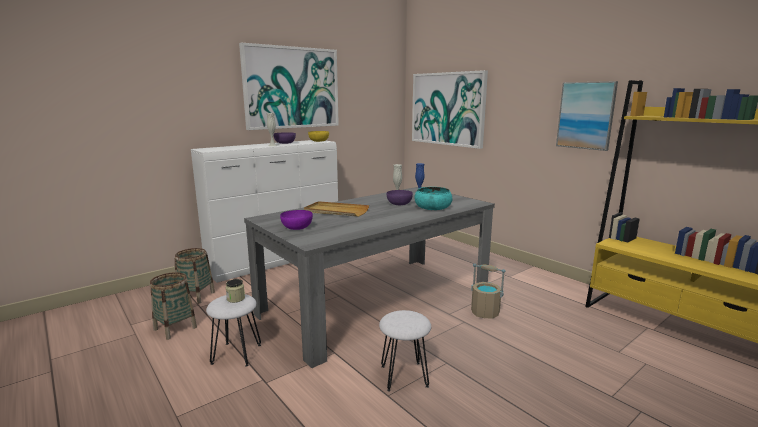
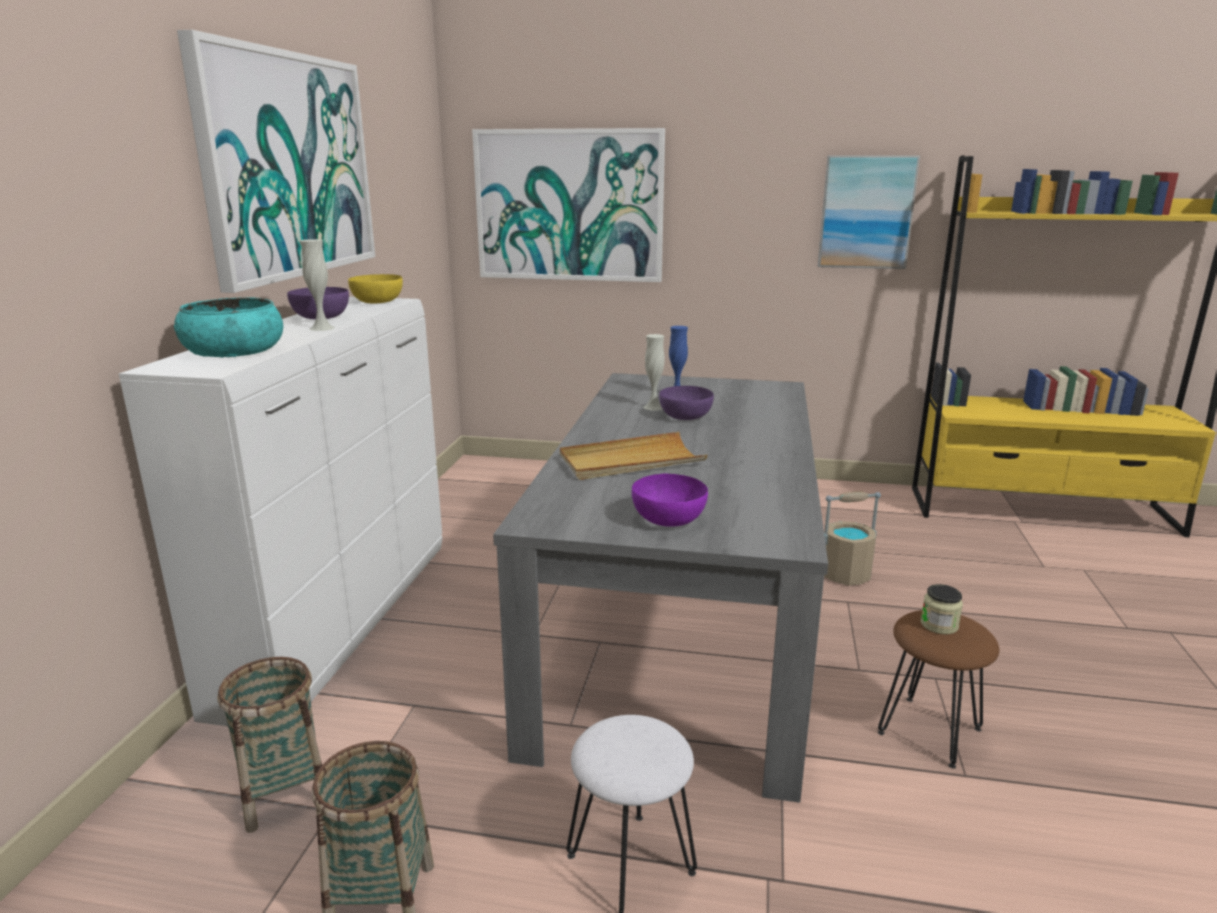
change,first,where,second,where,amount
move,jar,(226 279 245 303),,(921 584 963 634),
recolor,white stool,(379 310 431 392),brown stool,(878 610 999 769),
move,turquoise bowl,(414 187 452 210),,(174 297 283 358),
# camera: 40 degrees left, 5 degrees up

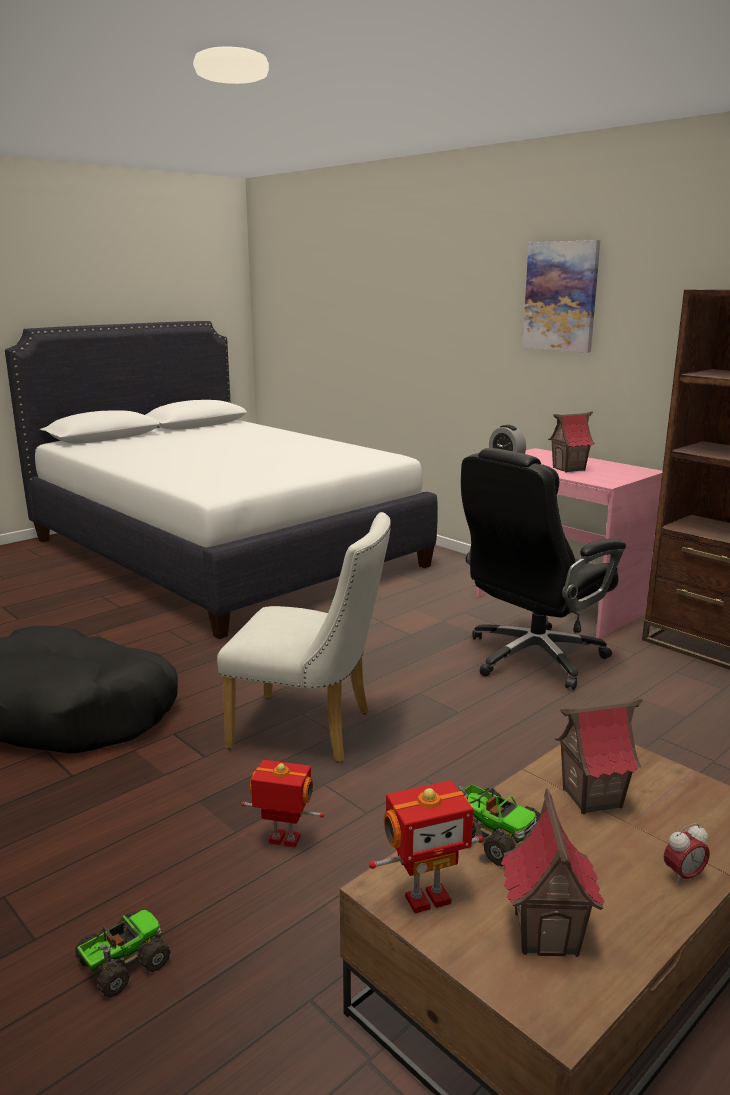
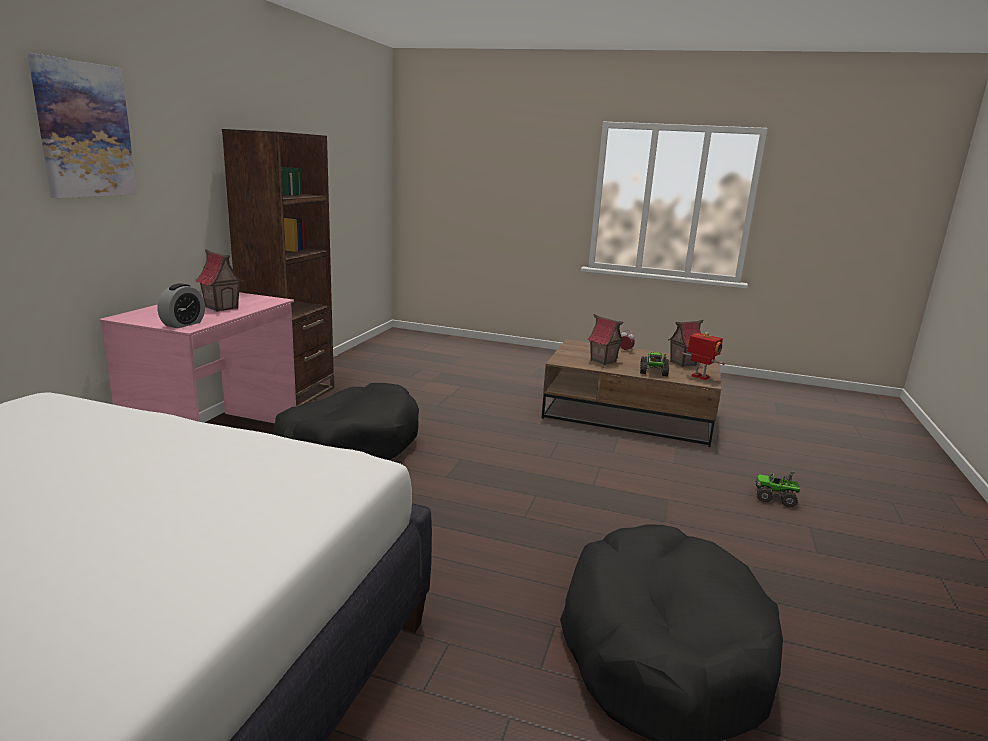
change,first,where,second,where,amount
delete,white chair,(217 512 391 763),,,
delete,toy robot,(241 760 325 847),,,
replace,black office chair,(461 448 626 690),black dog bed,(274 383 419 460),
# camera: 120 degrees left, 0 degrees up

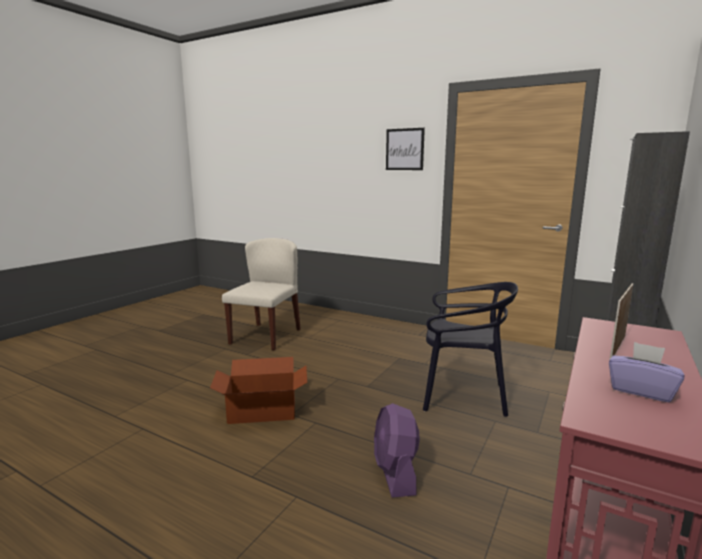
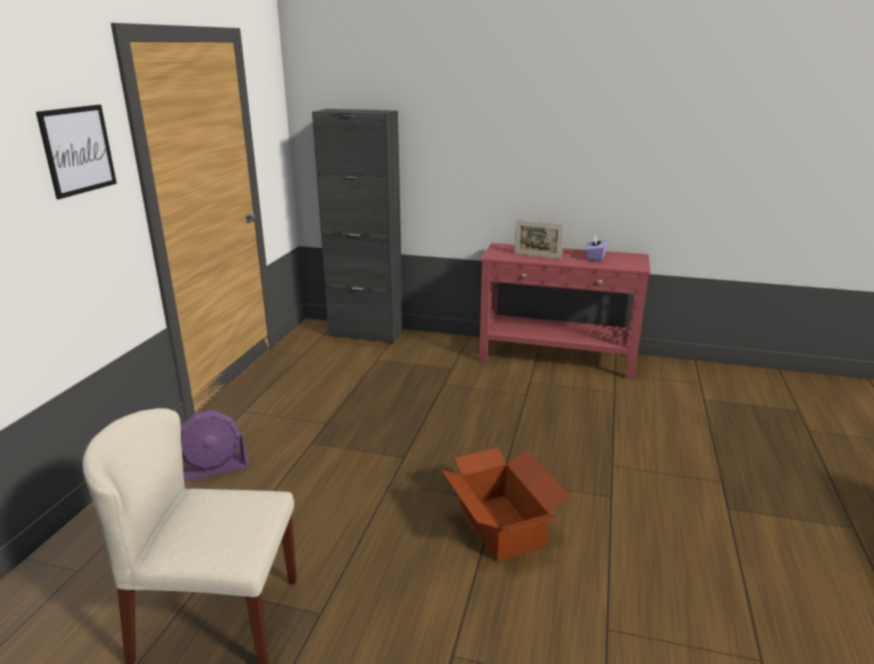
change,first,where,second,where,amount
move,purple fan,(374 403 420 498),,(181 410 249 482),
delete,black chair,(423 282 518 417),,,
# camera: 105 degrees left, 10 degrees up

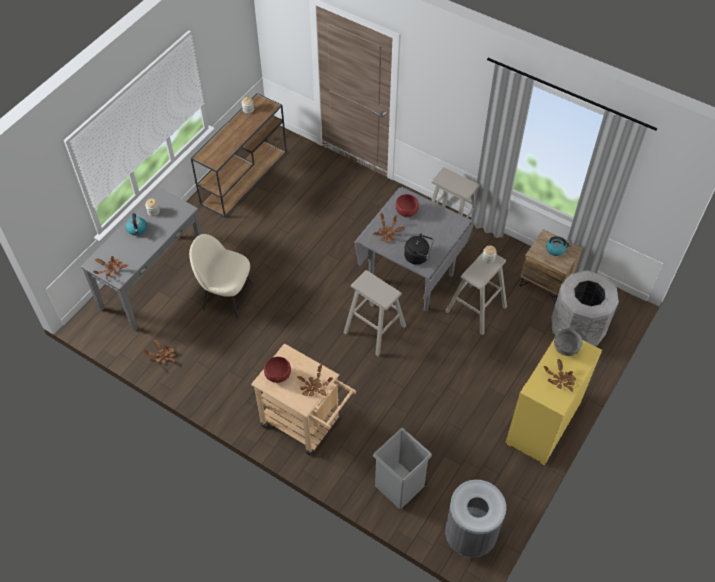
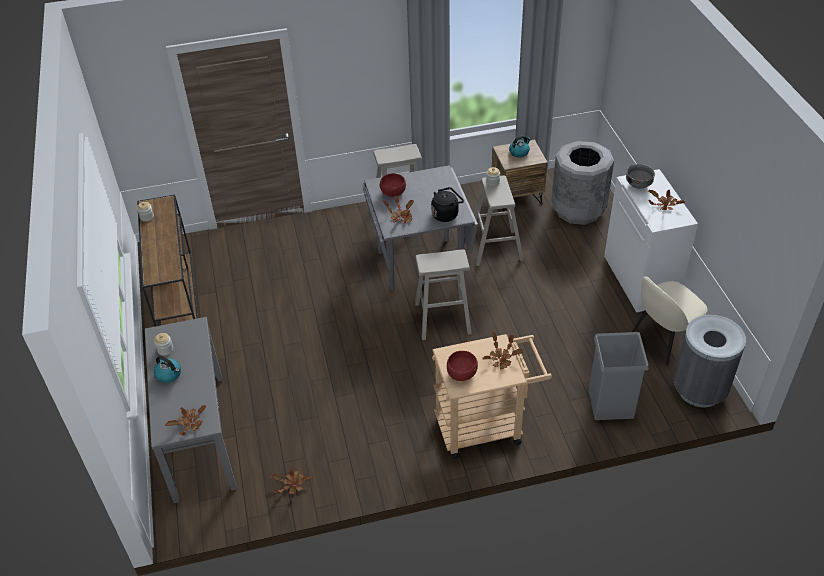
change,first,where,second,where,amount
move,beige chair,(189 234 253 319),,(632 276 708 366),
recolor,yellow cabinet,(506 329 602 466),white cabinet,(604 169 698 313),
# camera: 45 degrees left, 10 degrees down

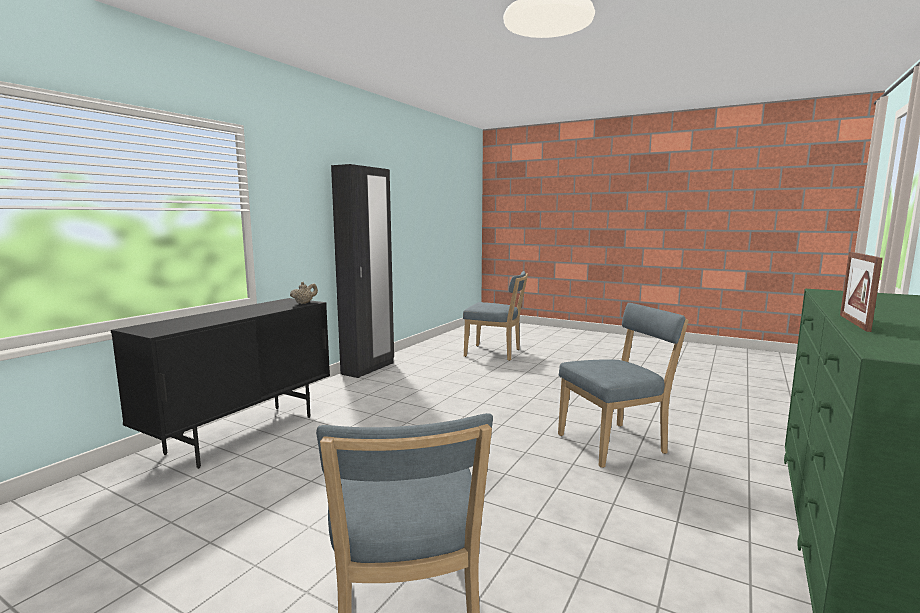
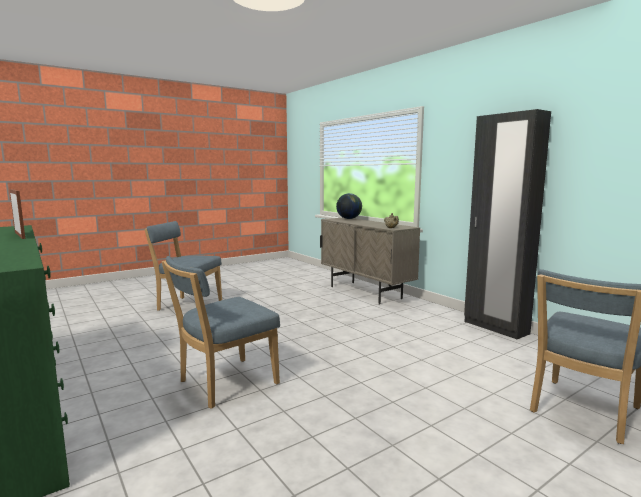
change,first,where,second,where,amount
recolor,black cabinet,(111 298 330 469),beige cabinet,(320 218 420 305),
rotate,blue chair,(558 303 689 468),,(162 256 280 409),45 degrees clockwise
insert,,,globe,(336 193 362 219),
# camera: 115 degrees right, 0 degrees up

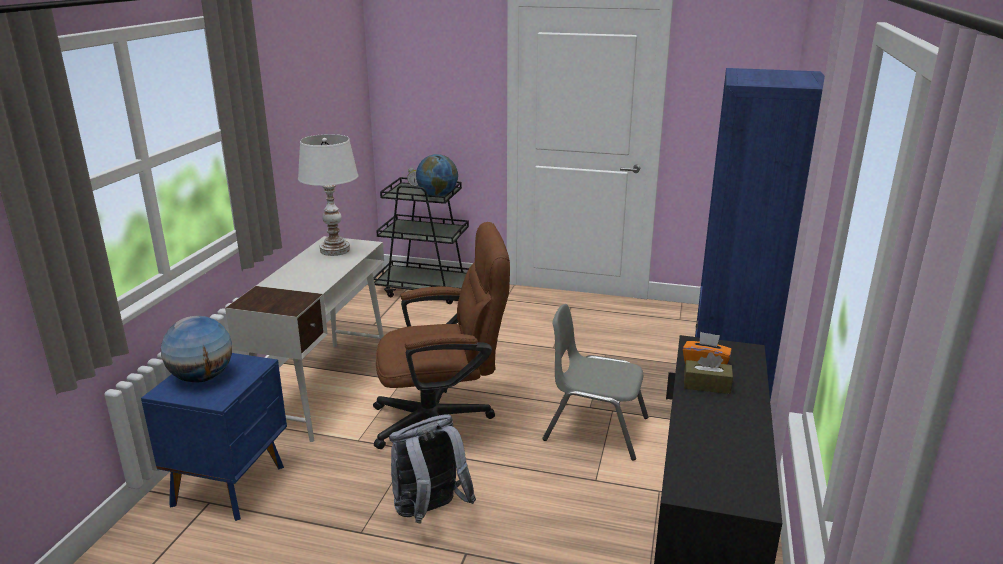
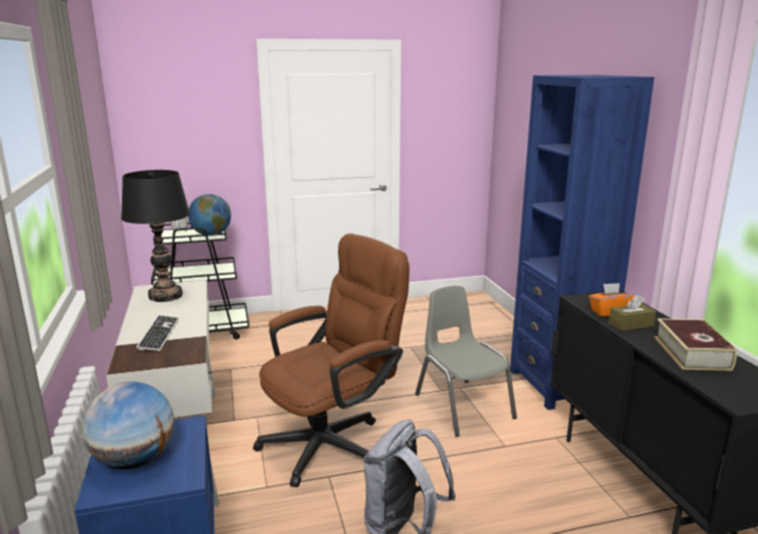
change,first,where,second,where,amount
recolor,white table lamp,(298 134 358 256),black table lamp,(121 170 190 302),
rotate,grey chair,(542 304 648 461),,(415 286 517 437),75 degrees clockwise
insert,,,keyboard,(136 315 179 351),
insert,,,book,(654 318 737 371),
# camera: 30 degrees left, 5 degrees down

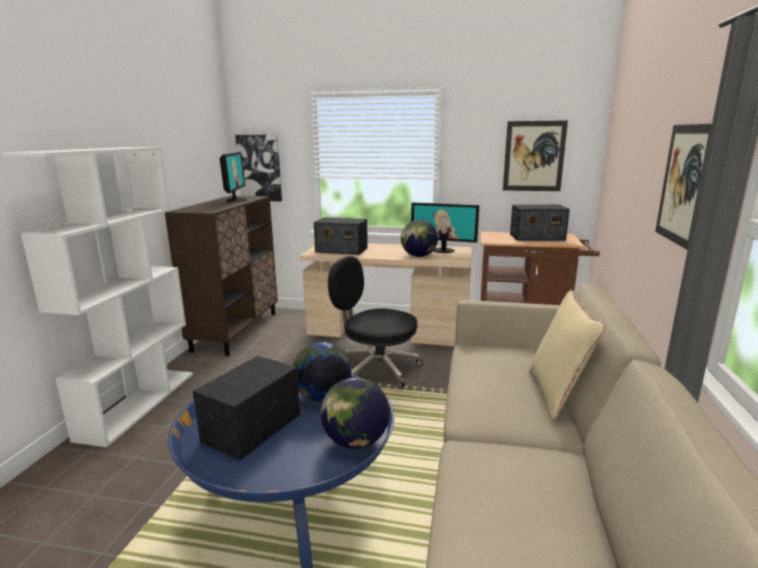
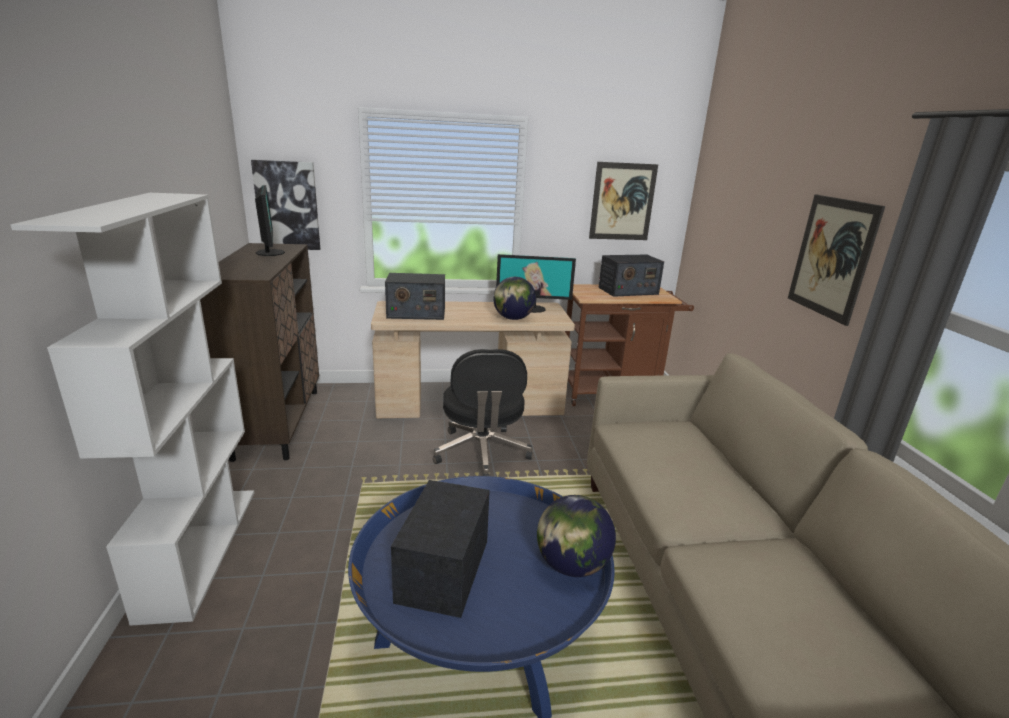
change,first,where,second,where,amount
delete,globe,(293 342 351 402),,,
rotate,black office chair,(328 256 423 389),,(433 349 533 476),105 degrees counterclockwise
delete,beige pillow,(529 290 606 421),,,
# camera: 20 degrees left, 5 degrees up

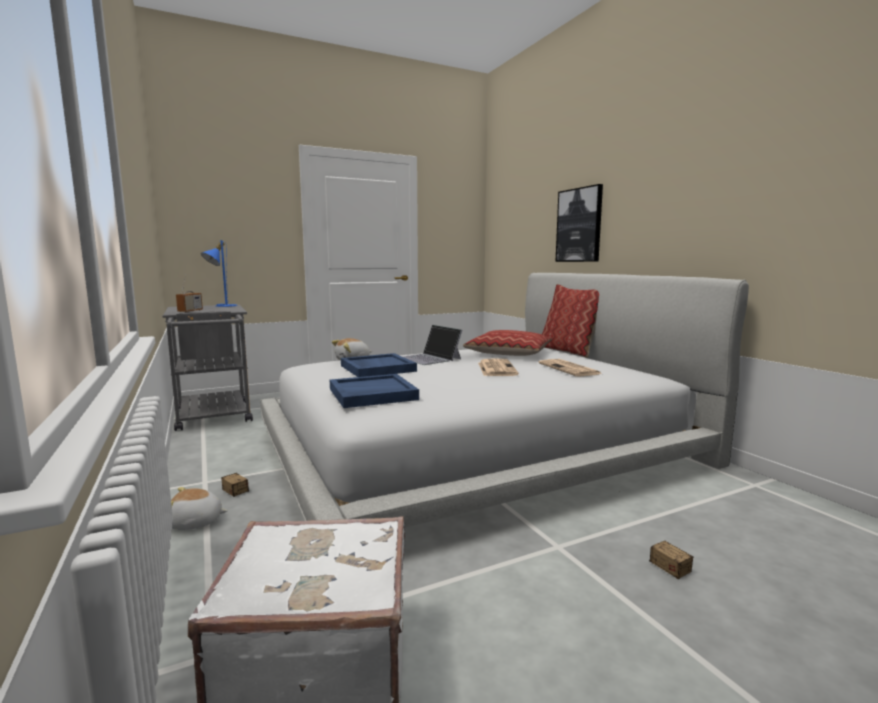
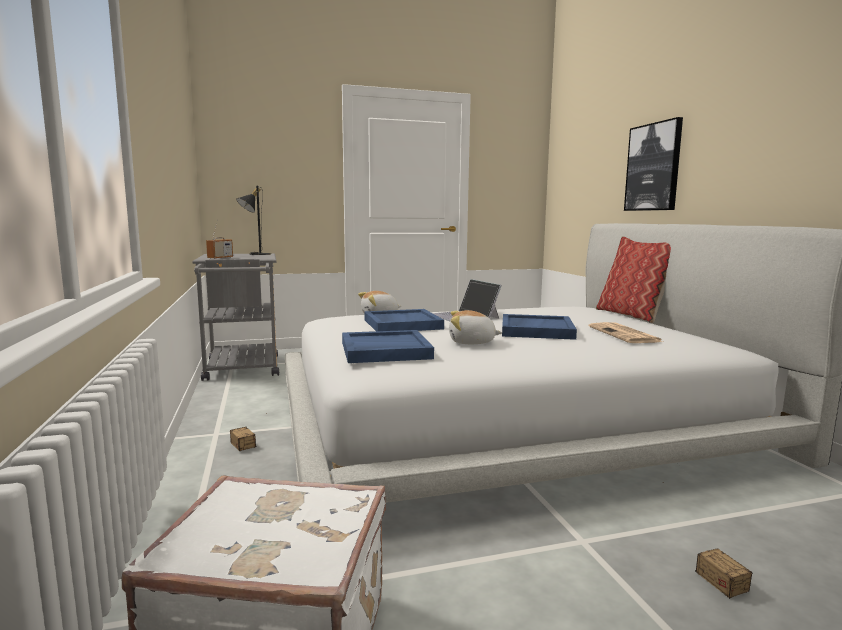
change,first,where,second,where,amount
move,plush toy,(171 487 228 530),,(449 310 502 344),
recolor,blue table lamp,(201 240 237 307),black table lamp,(236 186 271 255),
delete,pillow,(463 330 552 356),,,
replace,newspaper,(478 358 519 376),blue tray,(502 314 577 340),
# camera: 10 degrees right, 0 degrees up

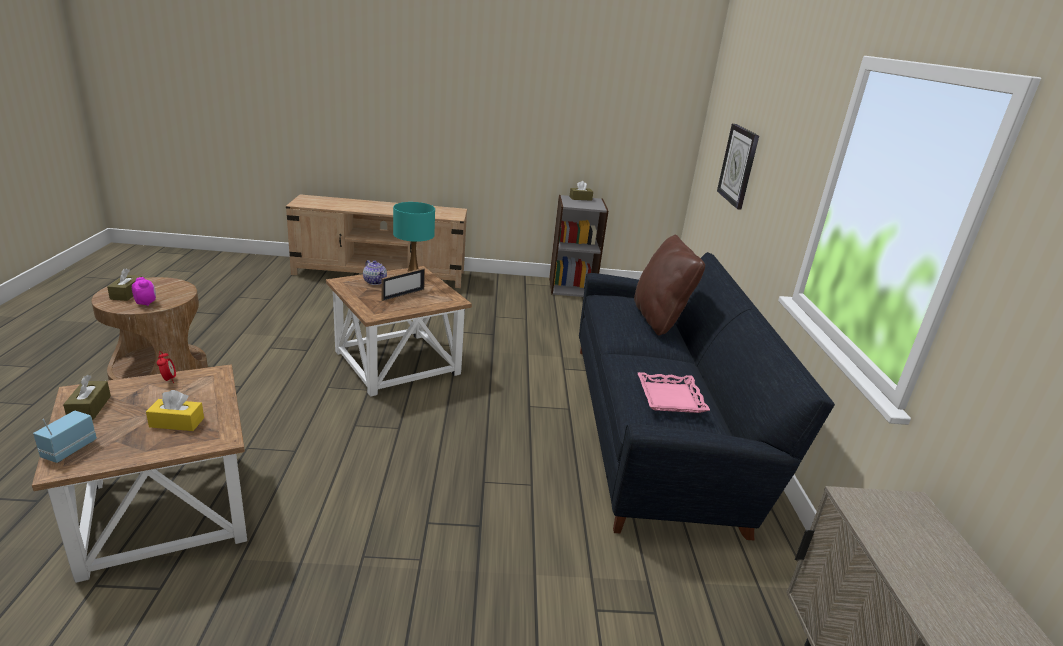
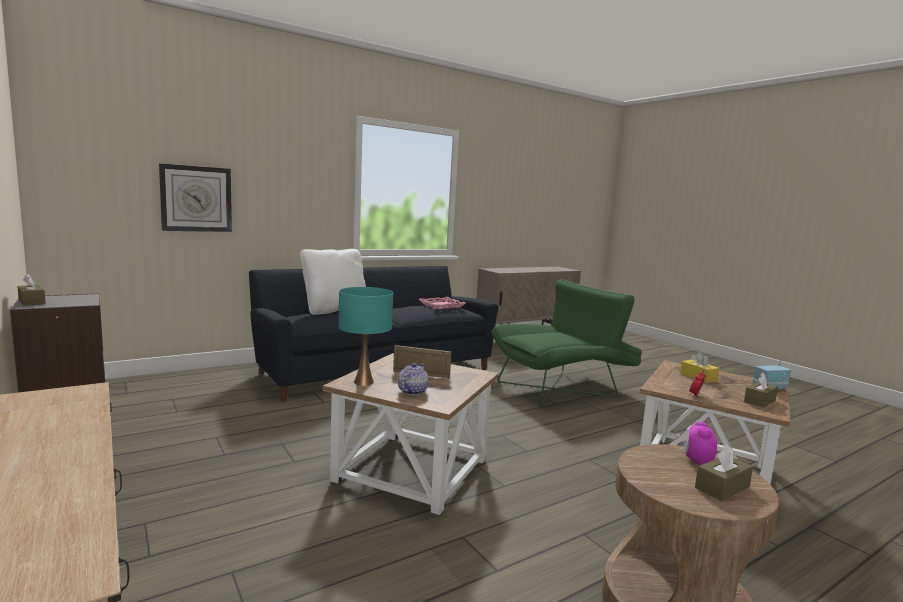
change,first,where,second,where,amount
recolor,brown pillow,(634 235 705 336),white pillow,(300 249 366 315),
insert,,,green armchair,(491 279 642 407),
# camera: 120 degrees left, 15 degrees down

